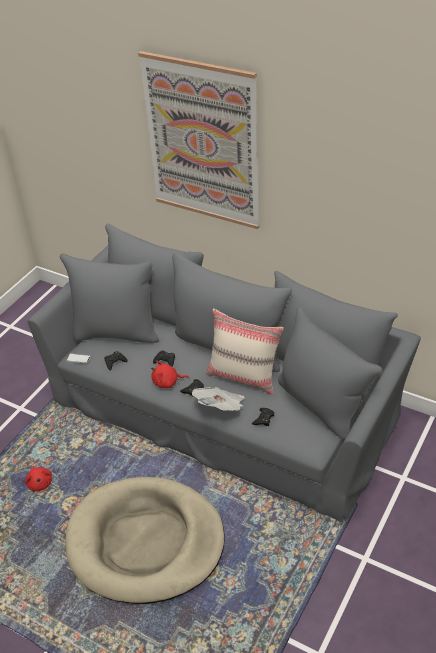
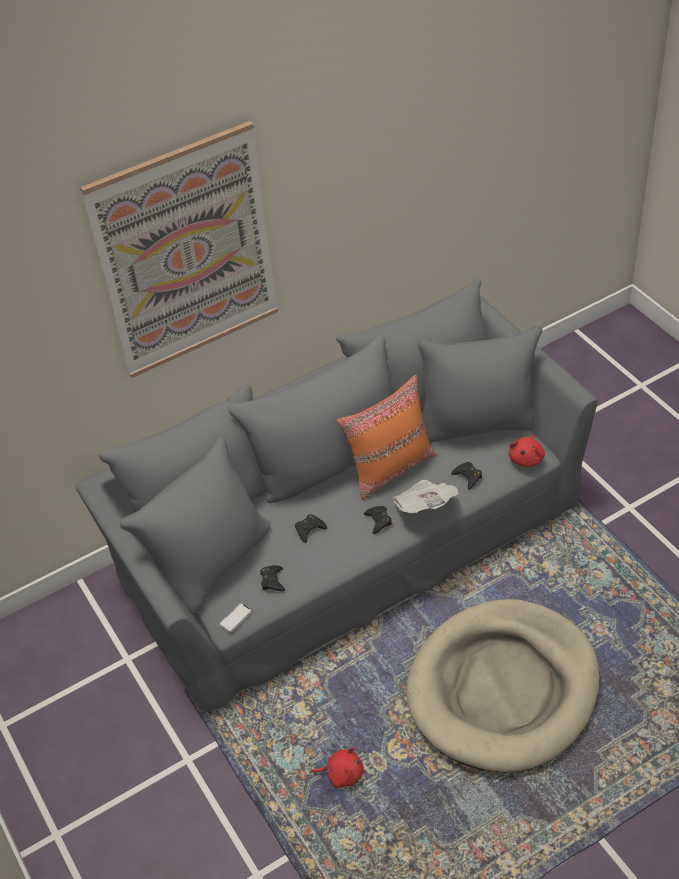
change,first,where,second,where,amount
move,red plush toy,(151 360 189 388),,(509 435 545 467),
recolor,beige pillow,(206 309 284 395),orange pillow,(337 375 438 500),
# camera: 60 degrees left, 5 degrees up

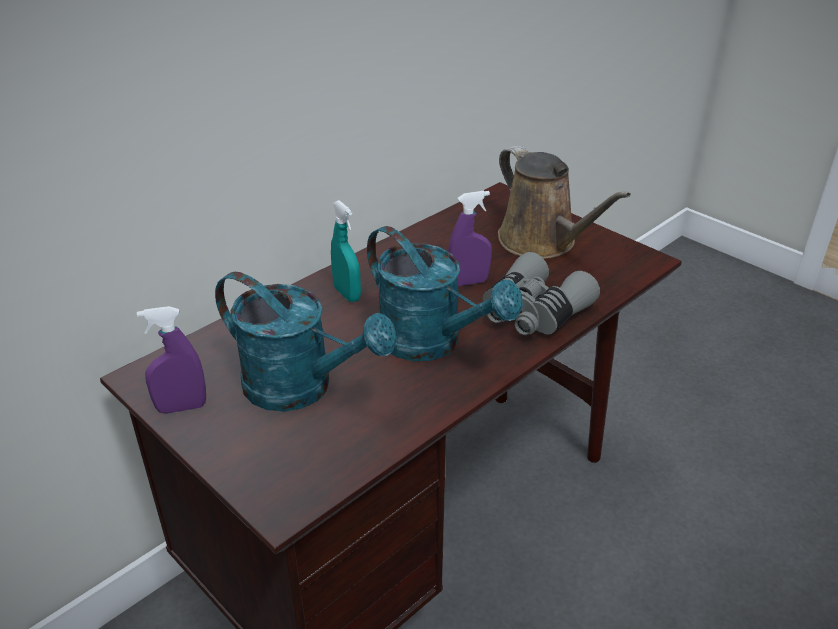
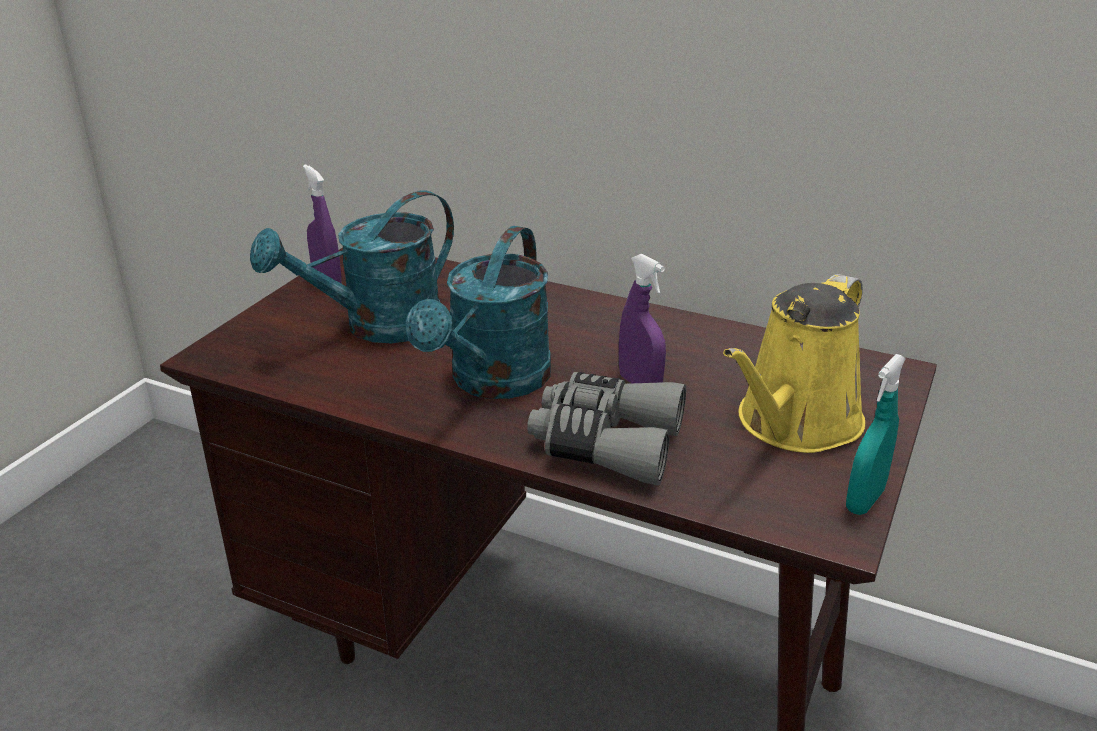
change,first,where,second,where,amount
rotate,turquoise watering can,(215 272 397 412),,(250 190 454 343),45 degrees clockwise
move,turquoise spray bottle,(331 200 361 302),,(846 354 906 515),
recolor,brown watering can,(498 145 631 259),yellow watering can,(723 274 865 453),
# camera: 70 degrees right, 5 degrees down

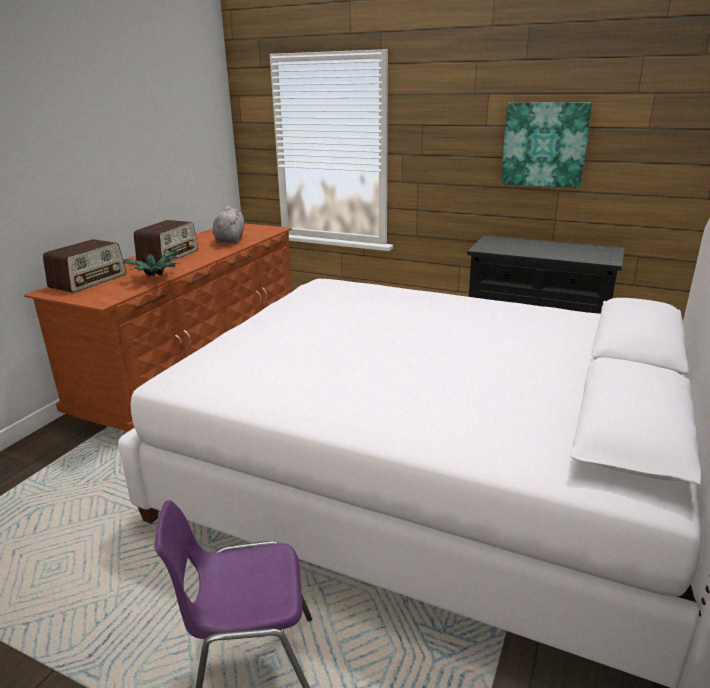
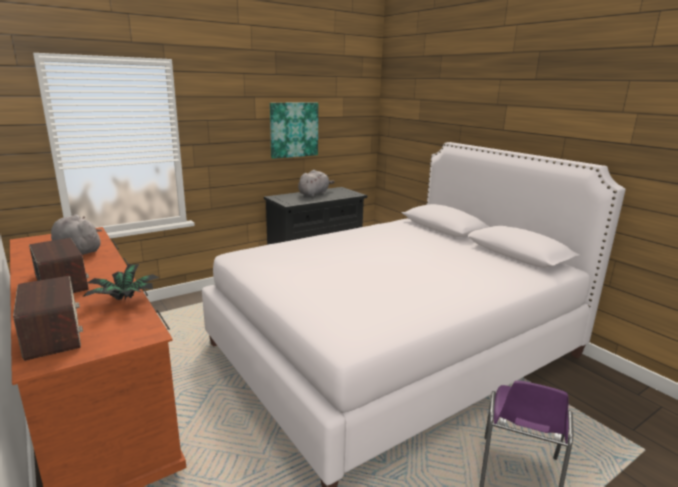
change,first,where,second,where,amount
insert,,,grey plush toy,(298 170 335 197),
# camera: 60 degrees left, 5 degrees down

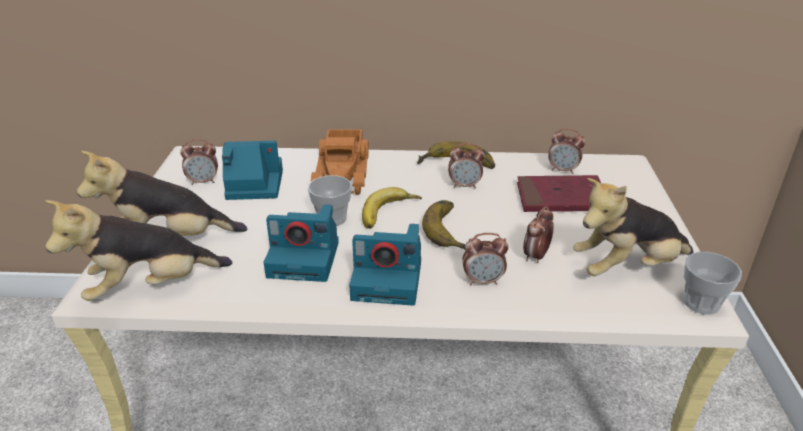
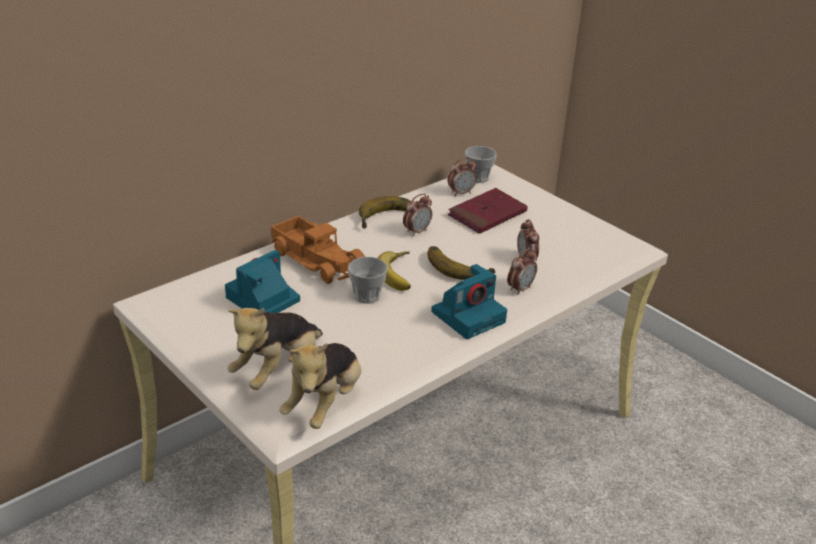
change,first,where,second,where,amount
delete,alarm clock,(180 139 218 185),,,
delete,photo camera,(264 204 339 282),,,
delete,plush toy,(573 178 694 276),,,
move,cup,(683 252 742 315),,(465 146 497 183),
# camera: 45 degrees left, 0 degrees up

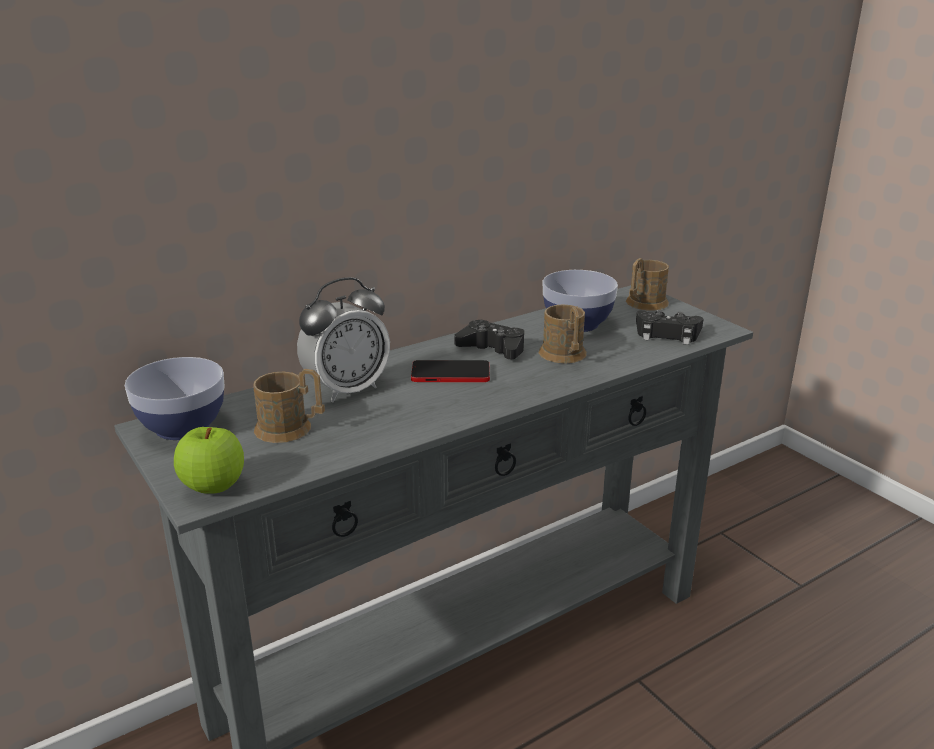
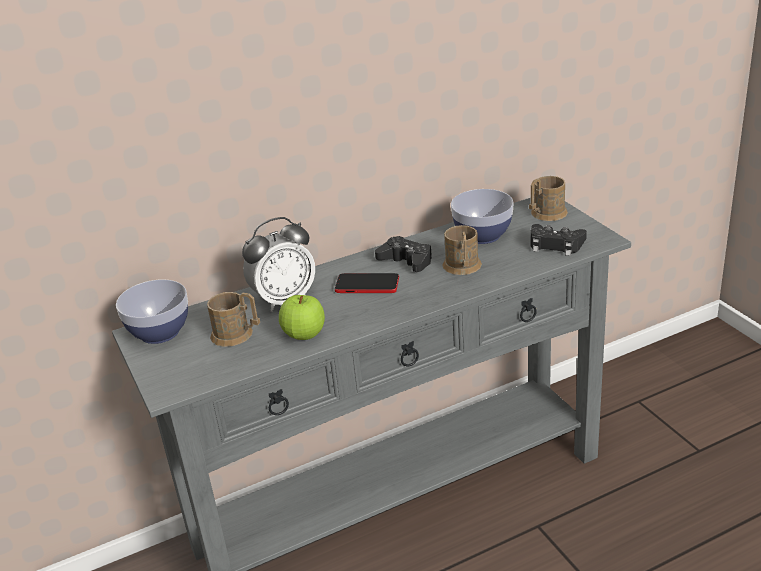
change,first,where,second,where,amount
move,apple,(174 427 244 494),,(279 295 325 340),
# camera: 10 degrees right, 5 degrees up

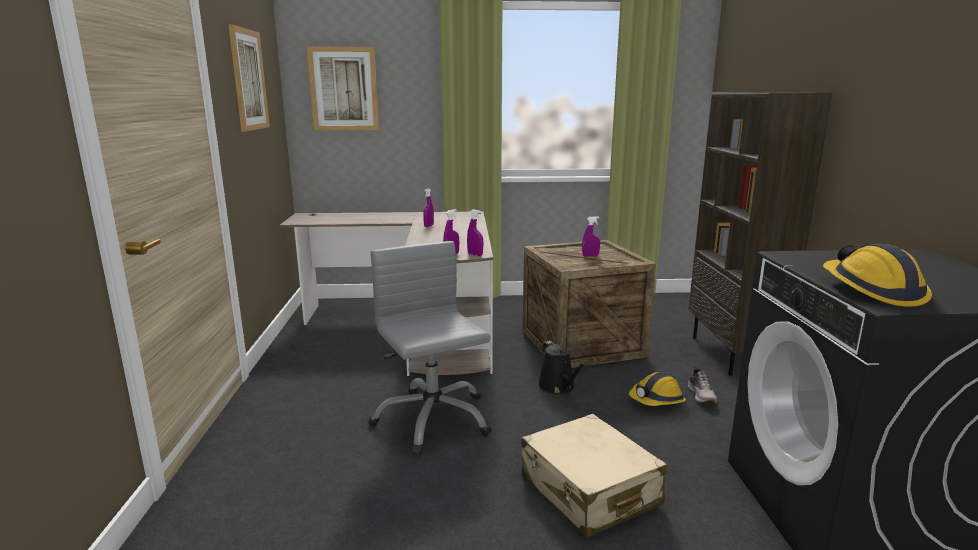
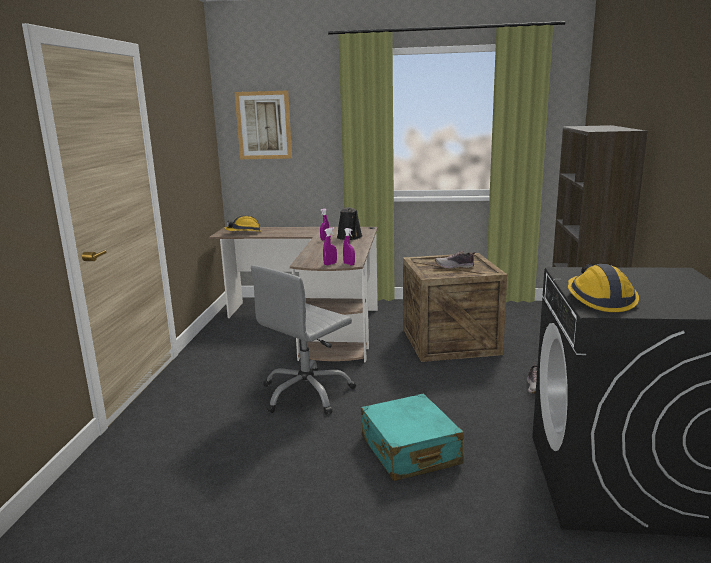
change,first,where,second,where,amount
delete,picture,(228 24 270 132),,,
rotate,grey office chair,(369 241 491 455),,(251 265 356 415),120 degrees counterclockwise
recolor,beige suitcase,(521 414 667 538),turquoise suitcase,(361 394 464 481),
move,black watering can,(538 341 586 394),,(337 207 363 240),
replace,purple spray bottle,(582 216 600 257),shoe,(435 251 476 269),
move,hard hat,(629 372 686 406),,(224 215 262 232),
# camera: 10 degrees right, 0 degrees up

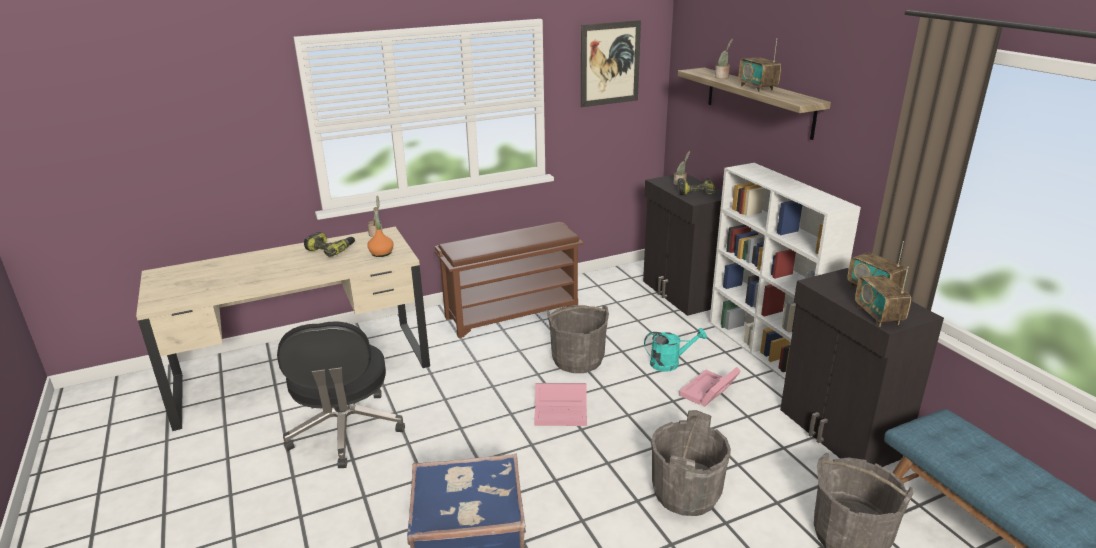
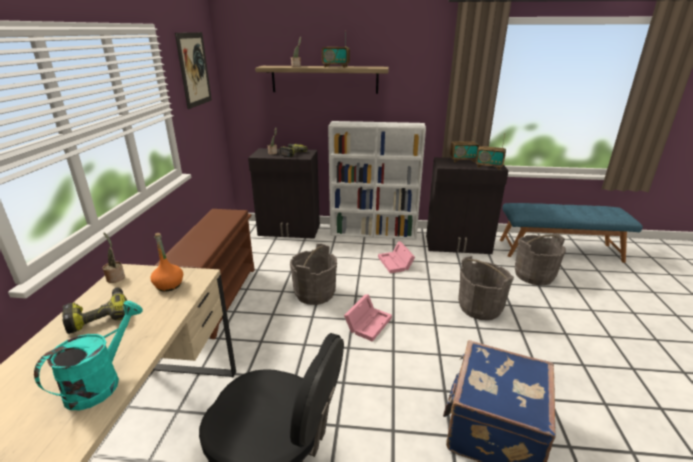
change,first,where,second,where,amount
move,turquoise watering can,(644 328 707 372),,(34 301 143 410),
# camera: 60 degrees left, 0 degrees up

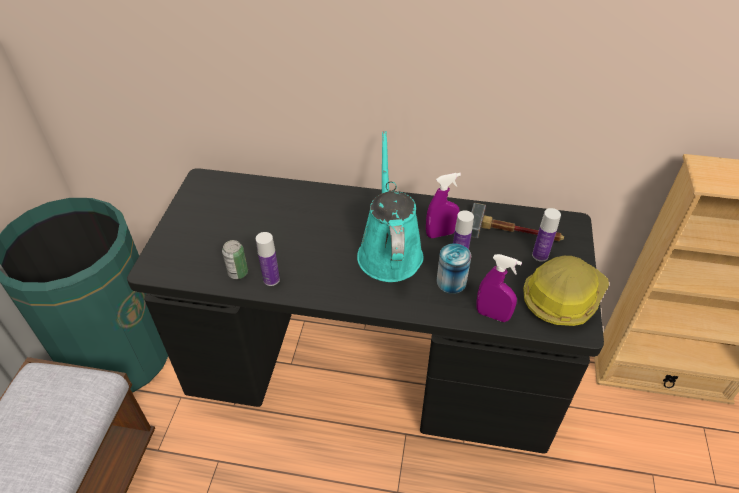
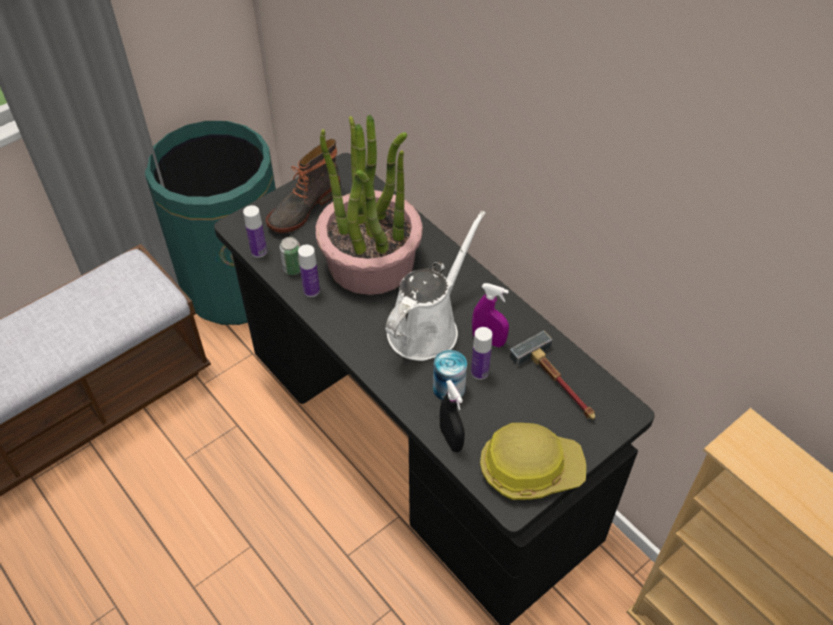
change,first,where,second,where,amount
recolor,turquoise watering can,(357 131 424 282),white watering can,(385 211 486 361),
recolor,purple spray bottle,(477 254 522 322),black spray bottle,(440 380 465 452),
move,bottle,(532 208 561 262),,(243 205 267 258),
insert,,,boot,(265 139 341 233),
insert,,,potted plant,(315 115 423 295),
# camera: 40 degrees right, 5 degrees up

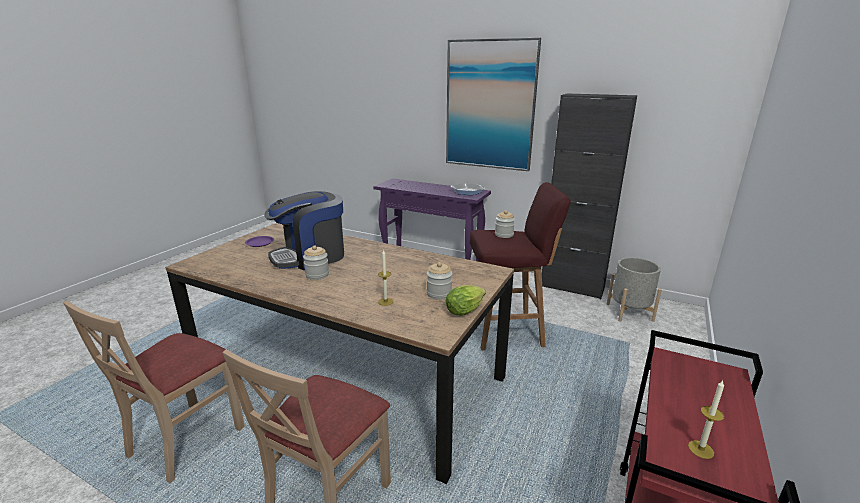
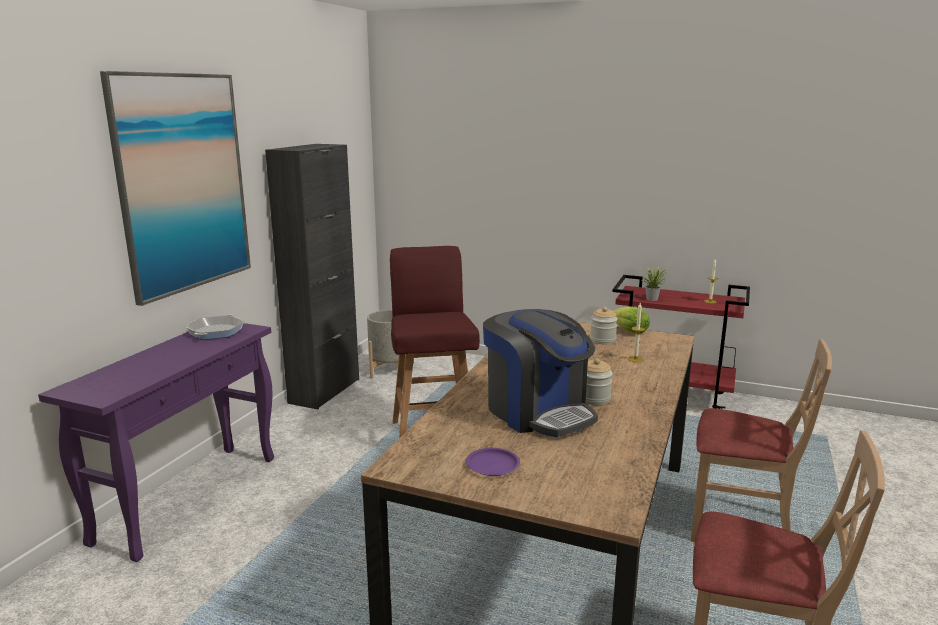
change,first,where,second,where,amount
delete,jar,(495 210 515 238),,,
insert,,,potted plant,(641 266 670 301),
# camera: 95 degrees left, 5 degrees down

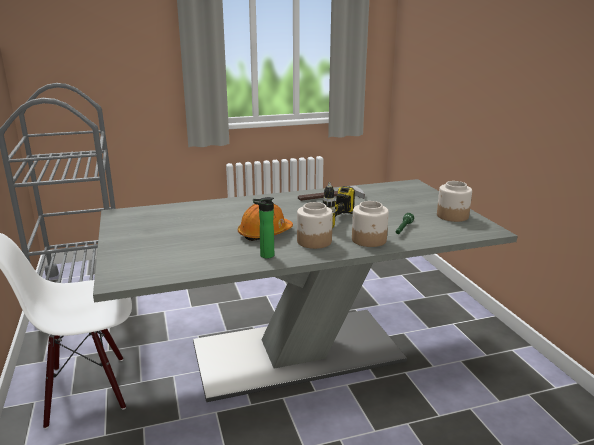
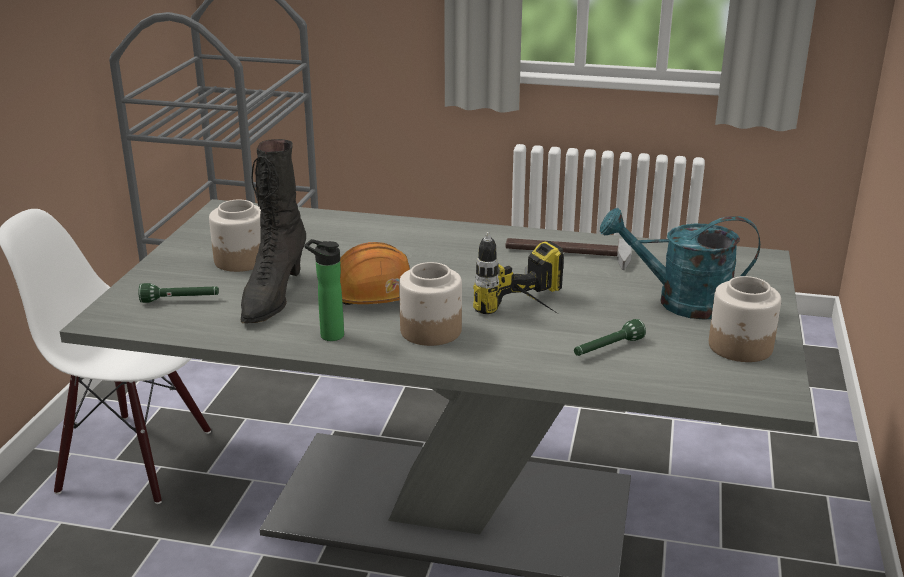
change,first,where,second,where,amount
move,jar,(352 201 389 247),,(209 200 261 272),
insert,,,green flashlight,(139 283 219 303),
insert,,,black boot,(241 139 306 323),
insert,,,turquoise watering can,(600 208 760 320),
# camera: 30 degrees right, 5 degrees up

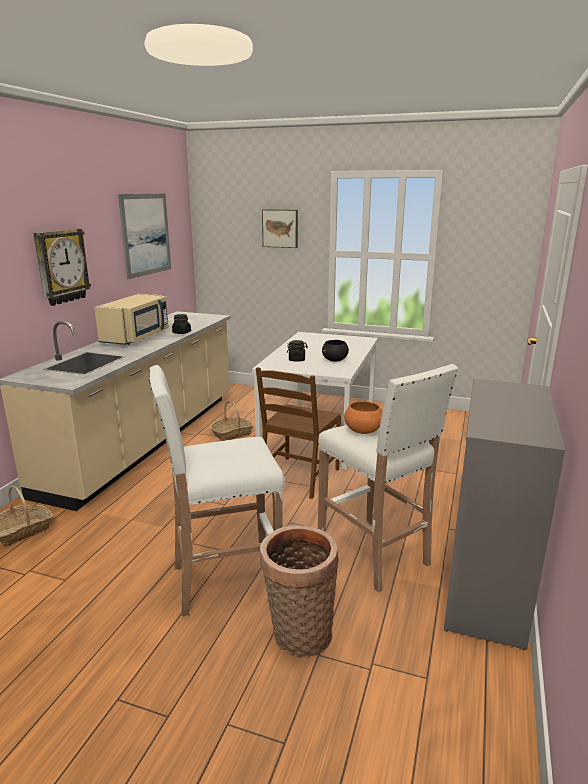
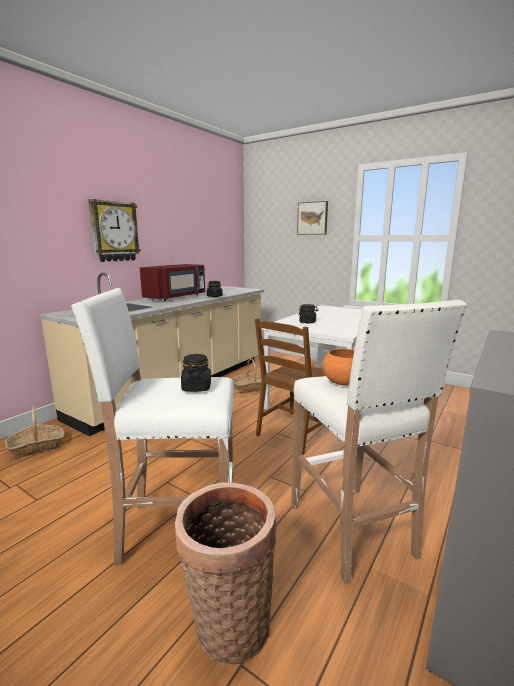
change,first,where,second,where,amount
recolor,beige microwave,(94 294 169 345),red microwave,(140 264 205 301),
delete,picture,(118 193 171 279),,,
delete,black bowl,(322 340 349 362),,,
insert,,,black jar,(181 354 211 392),
# camera: 15 degrees right, 5 degrees down

